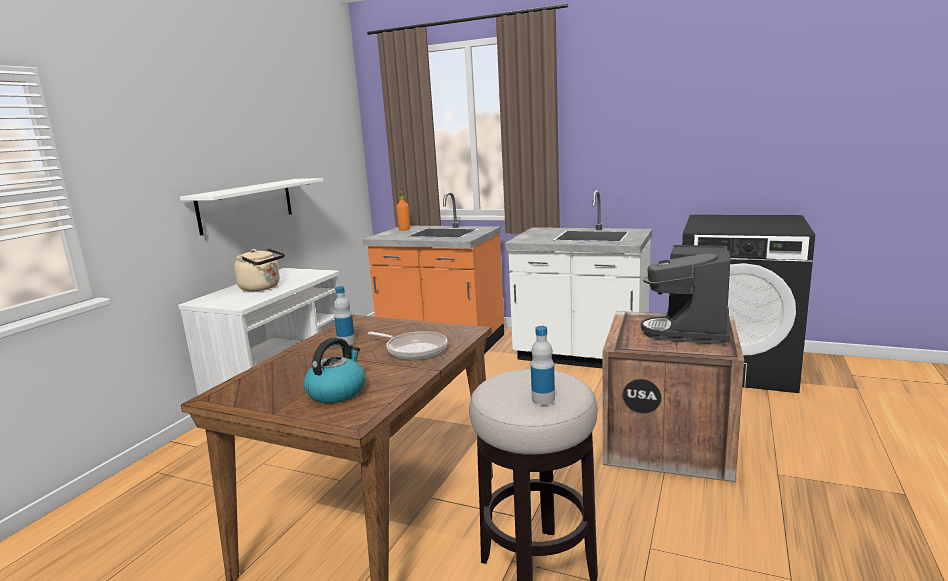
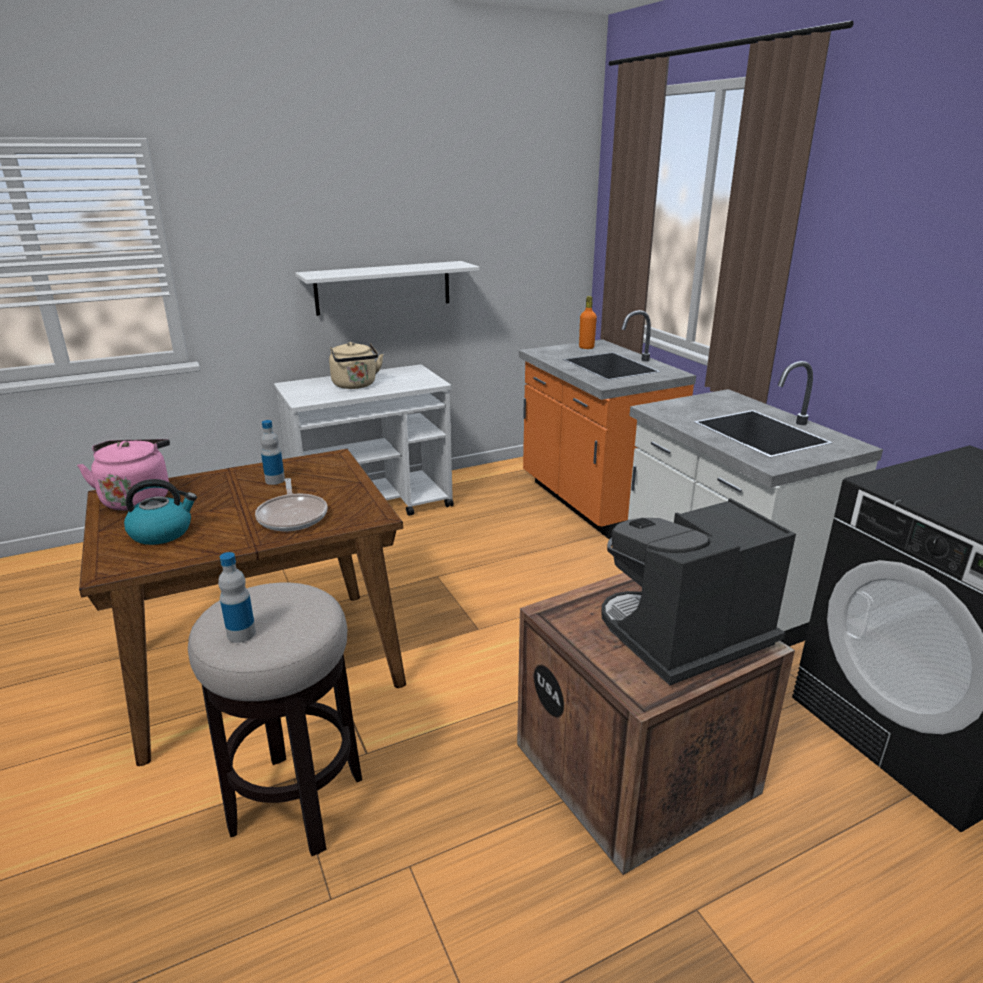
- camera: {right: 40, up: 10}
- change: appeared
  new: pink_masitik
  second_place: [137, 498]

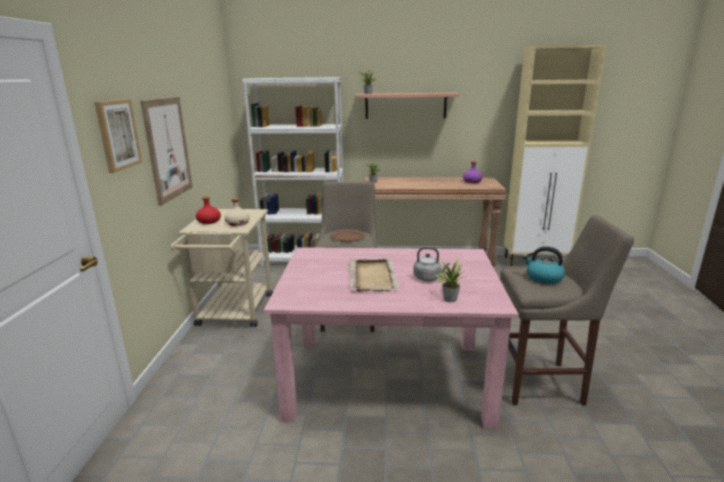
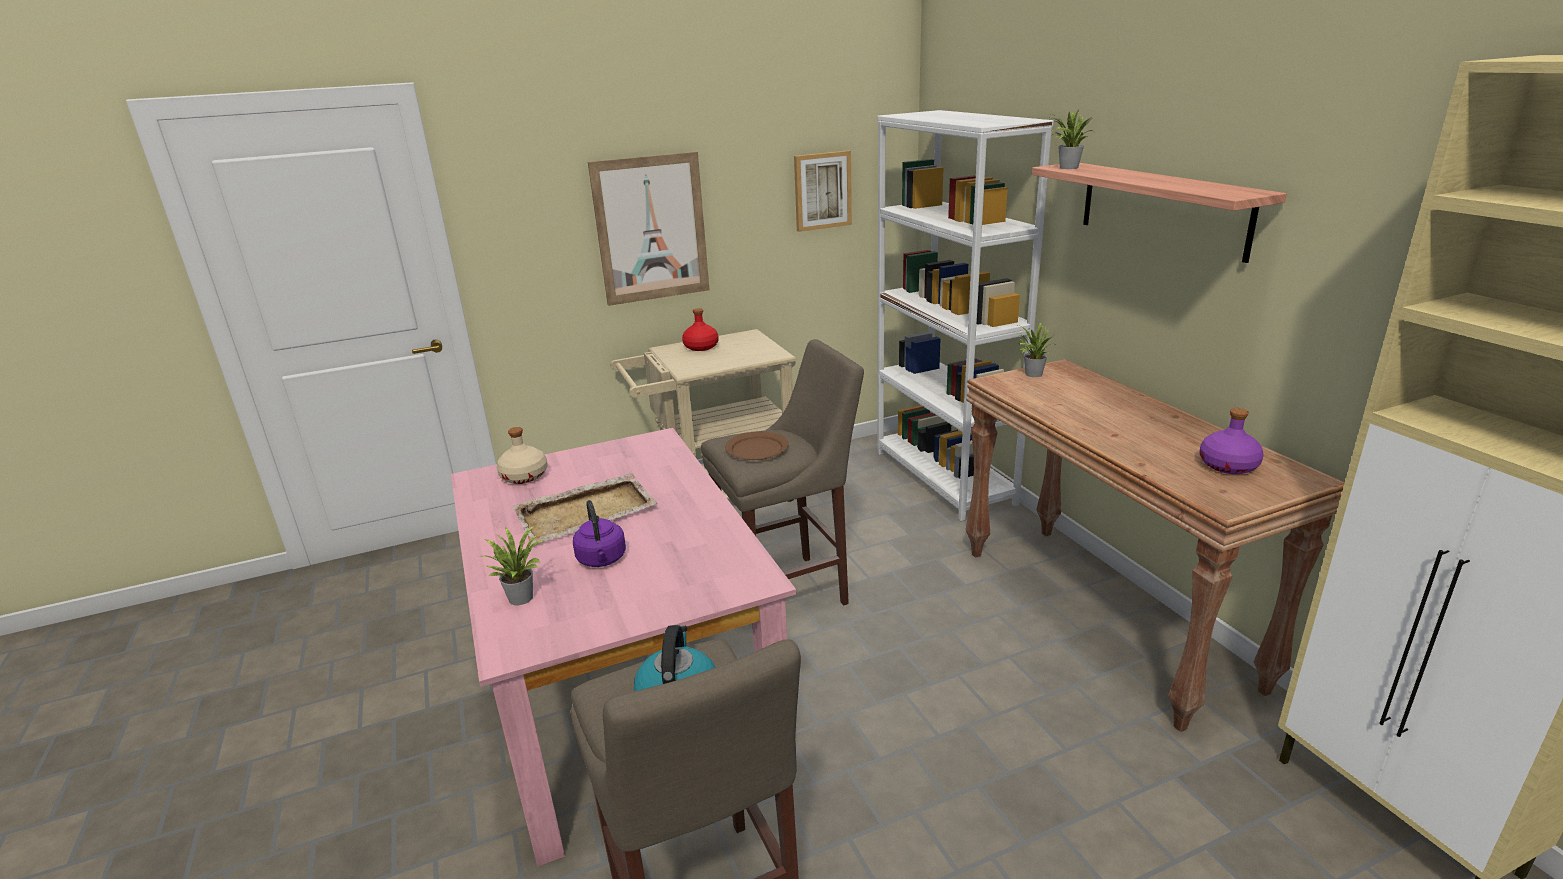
- camera: {right: 65, up: 5}
- change: relocated
  old: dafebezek
  first_place: [117, 134]
  second_place: [822, 190]
- change: relocated
  old: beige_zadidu
  first_place: [238, 223]
  second_place: [524, 476]
- change: colour
  old: grey_masitik
  new: purple_masitik
  first_place: [428, 278]
  second_place: [602, 560]

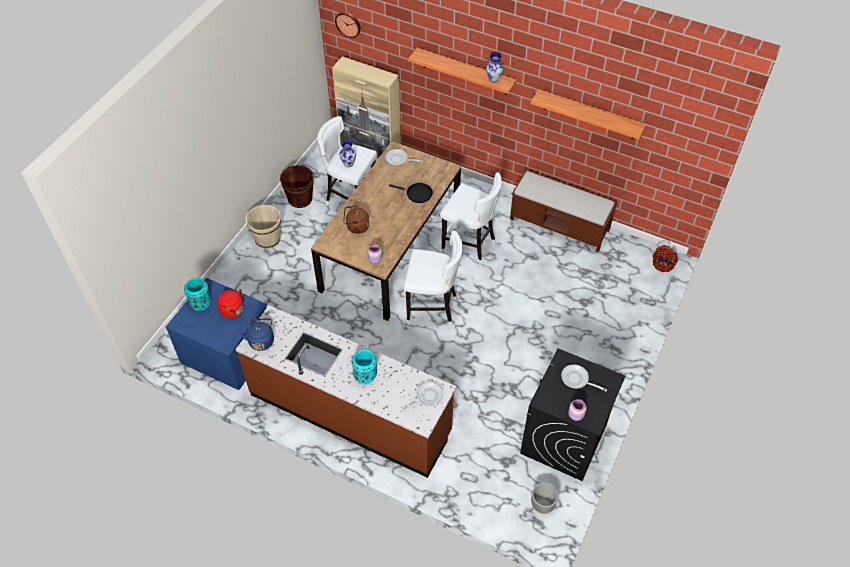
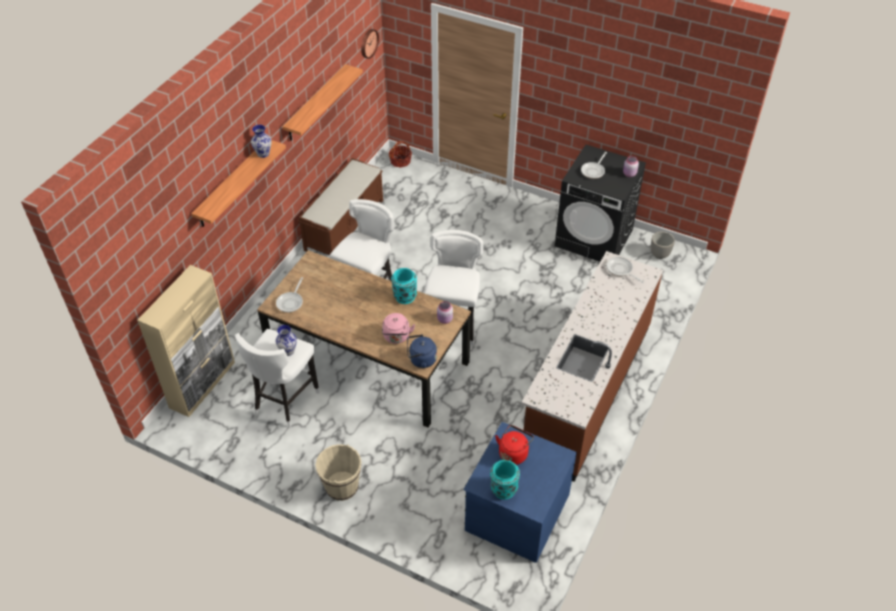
- camera: {right: -90, up: -5}
- change: relocated
  old: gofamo
  first_place: [348, 24]
  second_place: [368, 43]
- change: missing
  old: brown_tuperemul
  first_place: [300, 199]
- change: missing
  old: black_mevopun
  first_place: [417, 194]
- change: colour
  old: brown_masitik
  new: pink_masitik
  first_place: [356, 227]
  second_place: [396, 337]
- change: relocated
  old: blue_masitik
  first_place: [261, 340]
  second_place: [421, 360]
- change: relocated
  old: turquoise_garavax
  first_place: [365, 375]
  second_place: [404, 296]

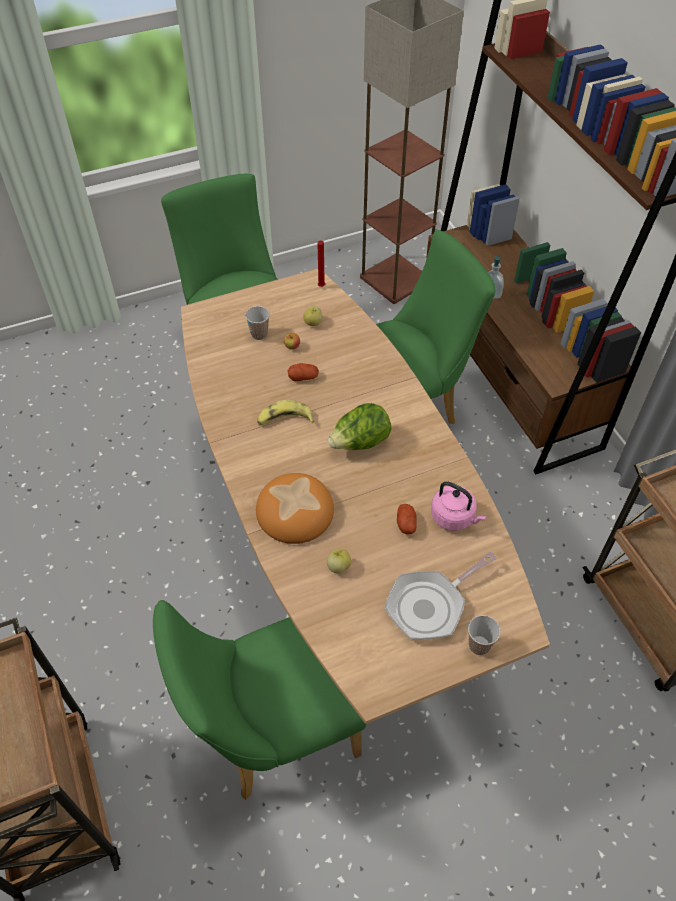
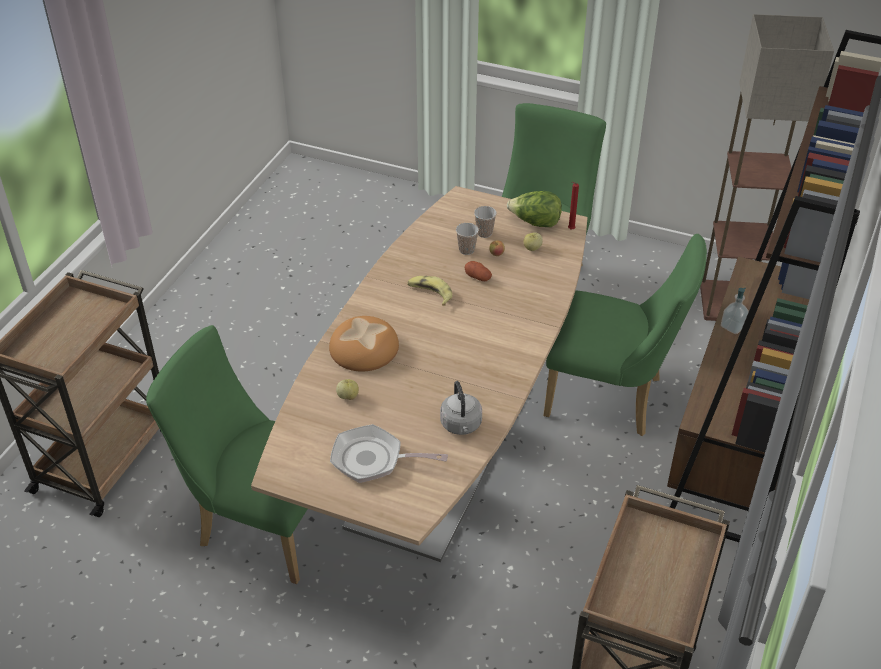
- camera: {right: 45, up: -10}
- change: relocated
  old: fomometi
  first_place: [360, 443]
  second_place: [535, 223]
- change: colour
  old: pink_masitik
  new: grey_masitik
  first_place: [454, 517]
  second_place: [461, 425]
- change: missing
  old: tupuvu
  first_place: [406, 523]
- change: relocated
  old: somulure
  first_place: [479, 645]
  second_place: [466, 250]

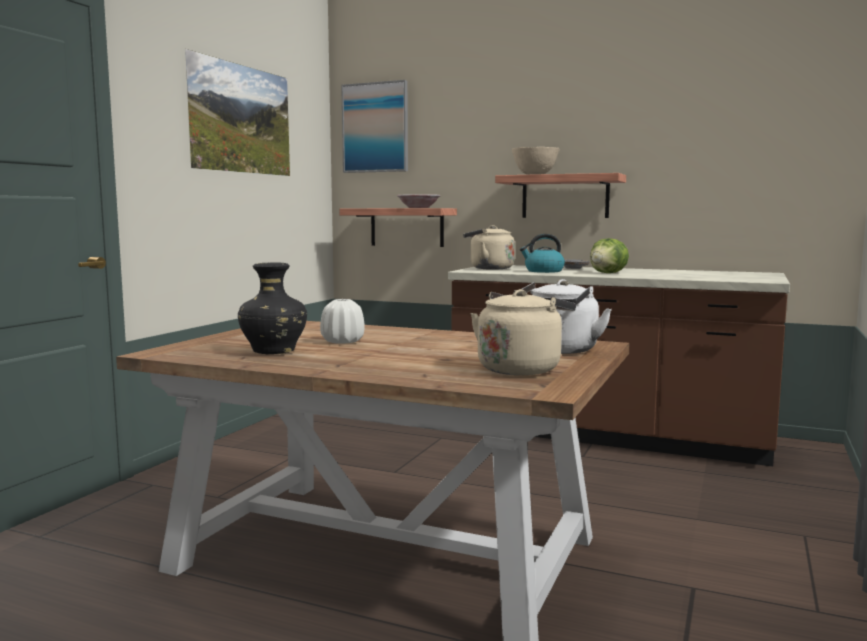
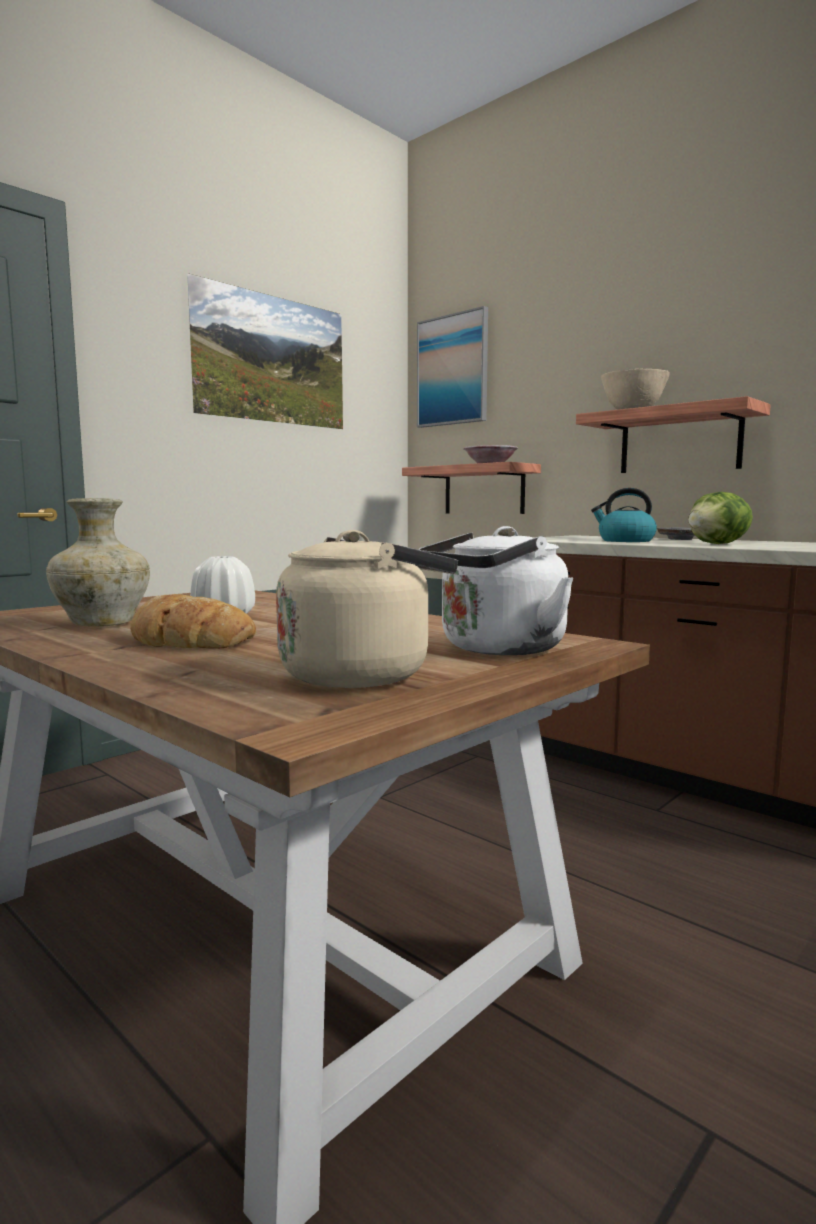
- camera: {right: 20, up: 0}
- change: missing
  old: beige_masitik
  first_place: [488, 268]
- change: colour
  old: black_garavax
  new: beige_garavax
  first_place: [273, 352]
  second_place: [103, 624]
- change: appeared
  new: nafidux
  second_place: [188, 640]

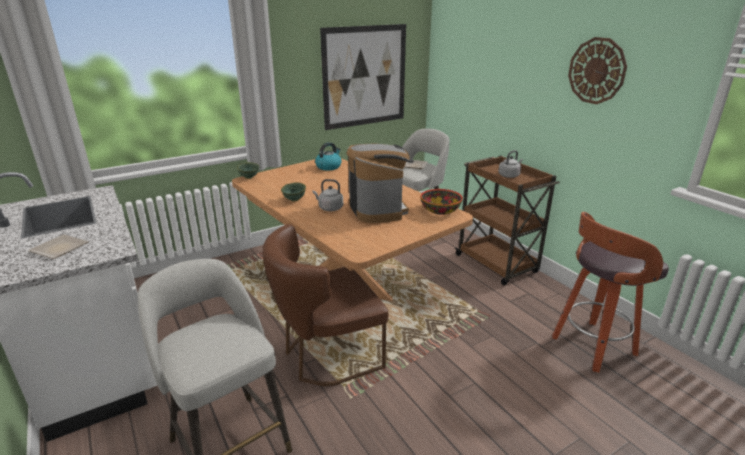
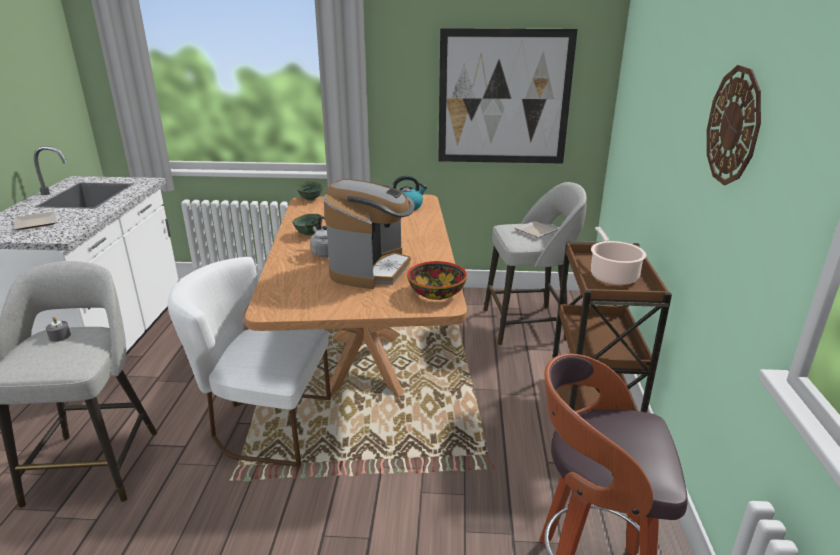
- camera: {right: 35, up: 0}
- change: exchanged
  old: grey_masitik
  new: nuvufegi
  first_place: [509, 175]
  second_place: [612, 275]
- change: colour
  old: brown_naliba
  new: white_naliba
  first_place: [326, 356]
  second_place: [263, 425]
- change: appeared
  new: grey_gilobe
  second_place: [60, 336]

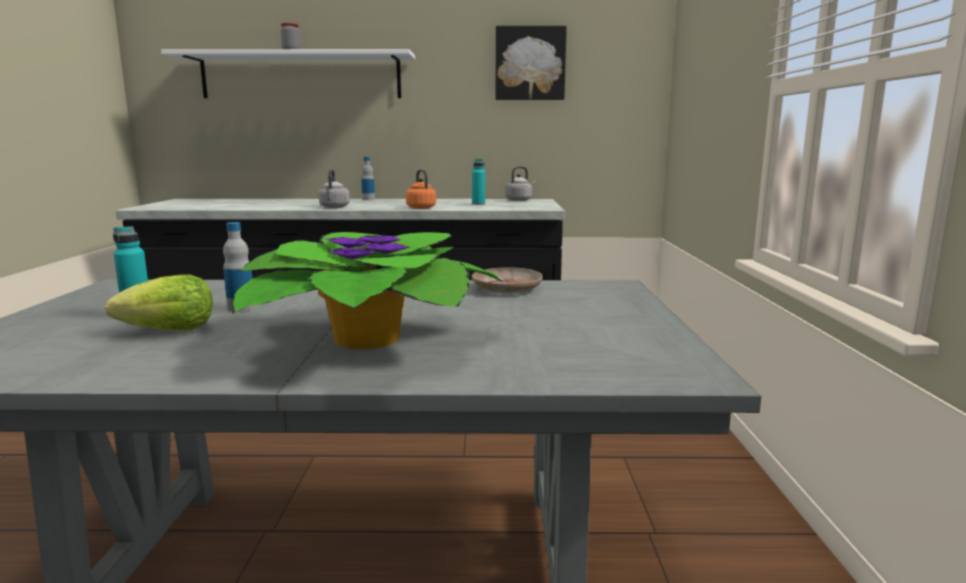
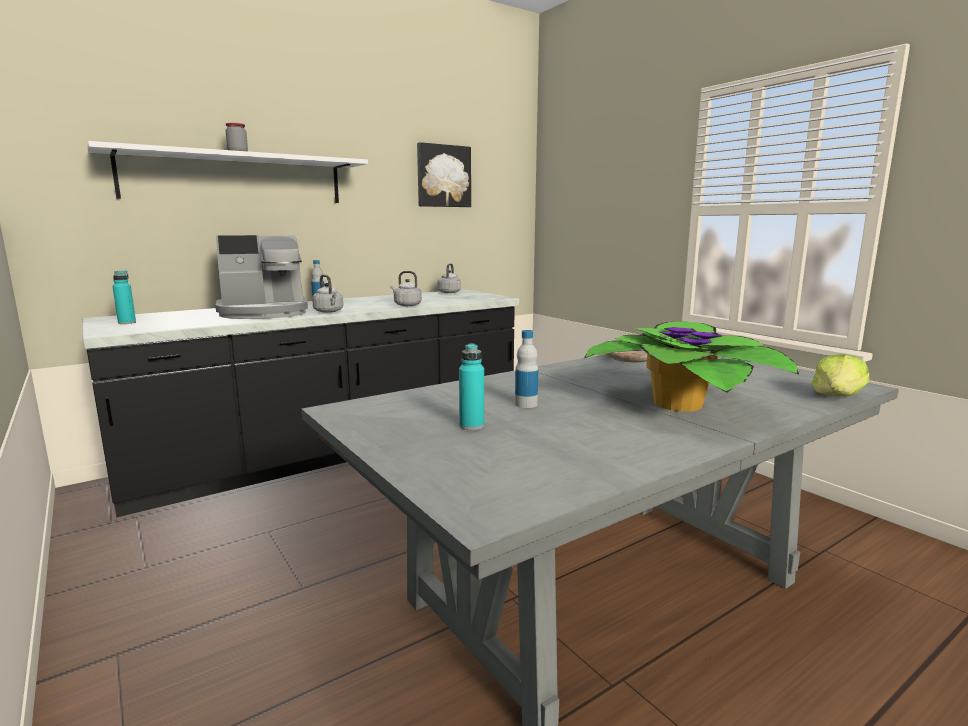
- camera: {right: -35, up: 0}
- change: relocated
  old: turquoise_zadidu
  first_place: [478, 204]
  second_place: [127, 323]
- change: colour
  old: orange_masitik
  new: grey_masitik
  first_place: [420, 207]
  second_place: [406, 305]
- change: relocated
  old: fomometi
  first_place: [170, 330]
  second_place: [837, 397]
- change: appeared
  new: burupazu
  second_place: [264, 313]

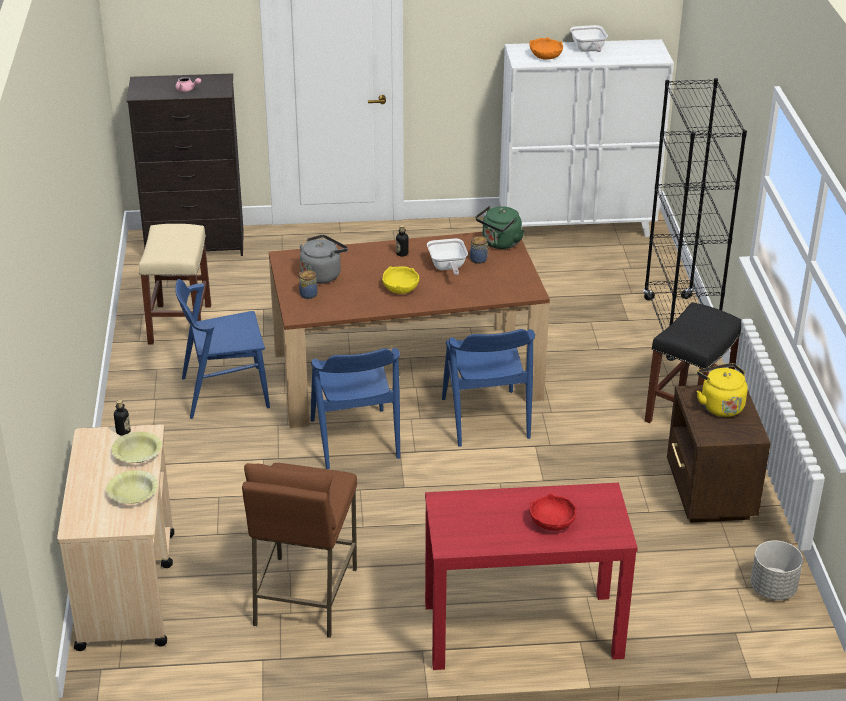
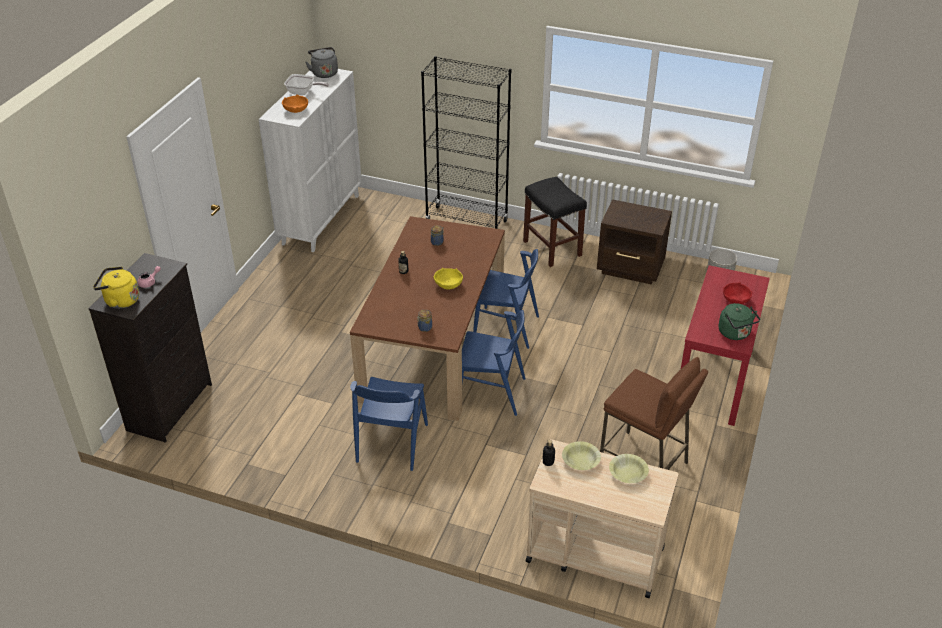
- camera: {right: -65, up: 5}
- change: relocated
  old: green_masitik
  first_place: [500, 243]
  second_place: [735, 333]
- change: missing
  old: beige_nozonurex
  first_place: [179, 324]
- change: relocated
  old: grey_masitik
  first_place: [322, 274]
  second_place: [324, 73]
- change: missing
  old: mevopun
  first_place: [447, 267]
- change: relocated
  old: yellow_masitik
  first_place: [720, 405]
  second_place: [120, 301]

